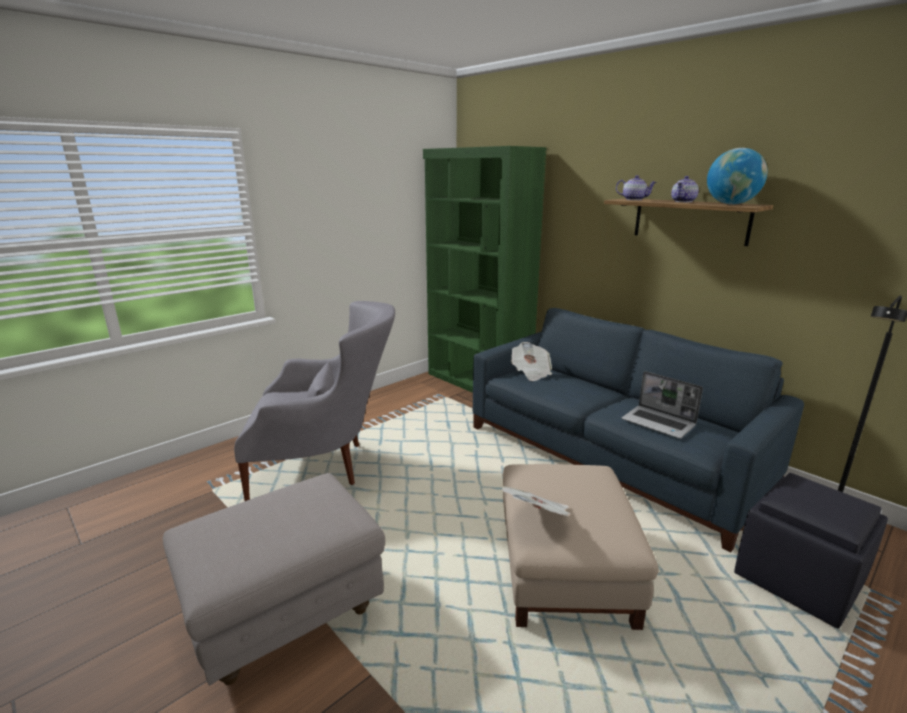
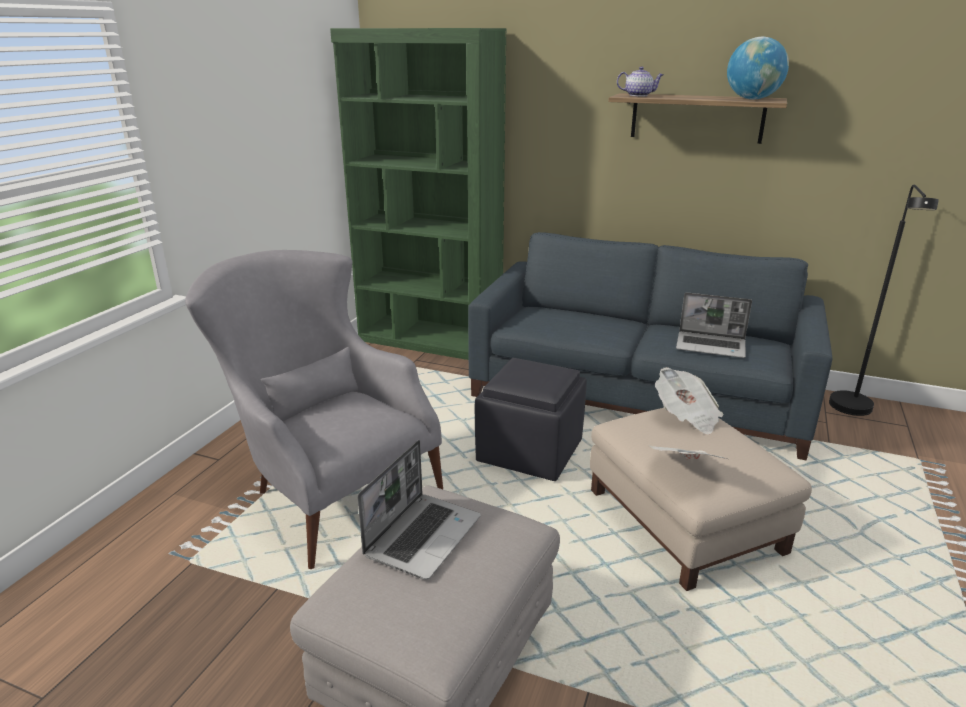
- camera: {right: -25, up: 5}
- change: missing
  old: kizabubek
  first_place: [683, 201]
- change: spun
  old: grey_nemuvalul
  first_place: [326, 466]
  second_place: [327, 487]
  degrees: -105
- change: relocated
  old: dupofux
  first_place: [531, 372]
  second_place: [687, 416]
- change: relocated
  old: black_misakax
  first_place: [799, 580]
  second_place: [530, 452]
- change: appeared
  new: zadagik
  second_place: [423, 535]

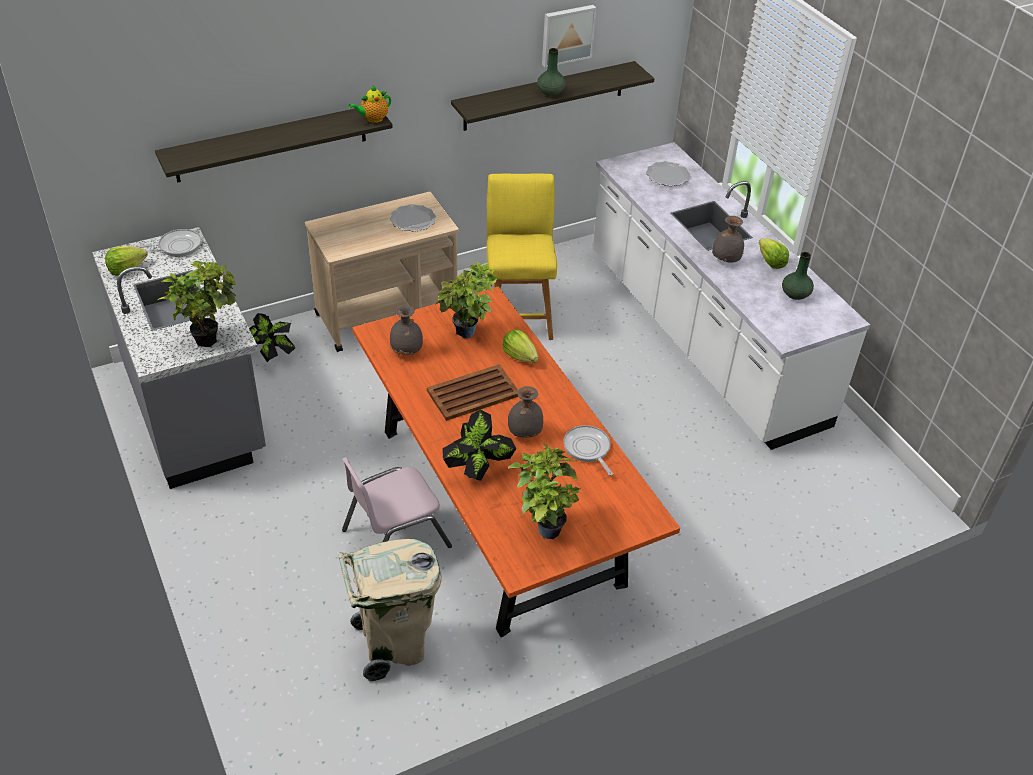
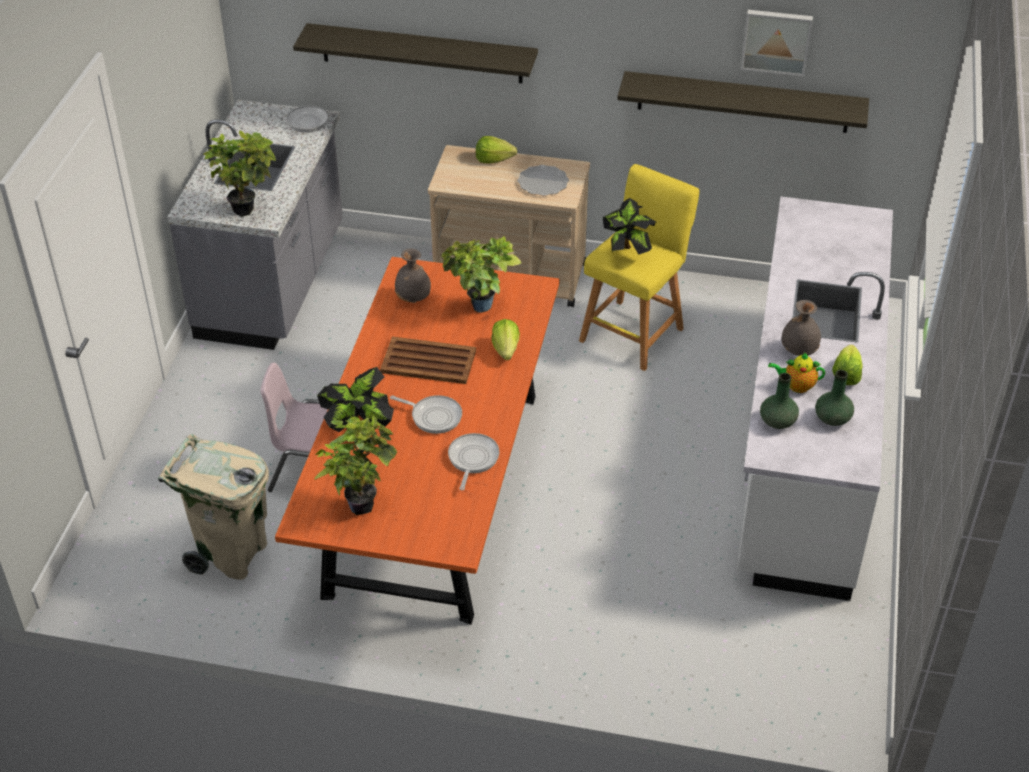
- camera: {right: 40, up: 0}
- change: relocated
  old: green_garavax
  first_place: [551, 92]
  second_place: [778, 421]
- change: relocated
  old: kizabubek
  first_place: [373, 119]
  second_place: [796, 386]
- change: missing
  old: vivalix
  first_place: [667, 176]
- change: relocated
  old: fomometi
  first_place: [126, 269]
  second_place: [493, 160]
- change: relocated
  old: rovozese
  first_place: [271, 356]
  second_place: [627, 252]
- change: exchanged
  old: grey_garavax
  new: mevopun
  first_place: [524, 432]
  second_place: [433, 416]

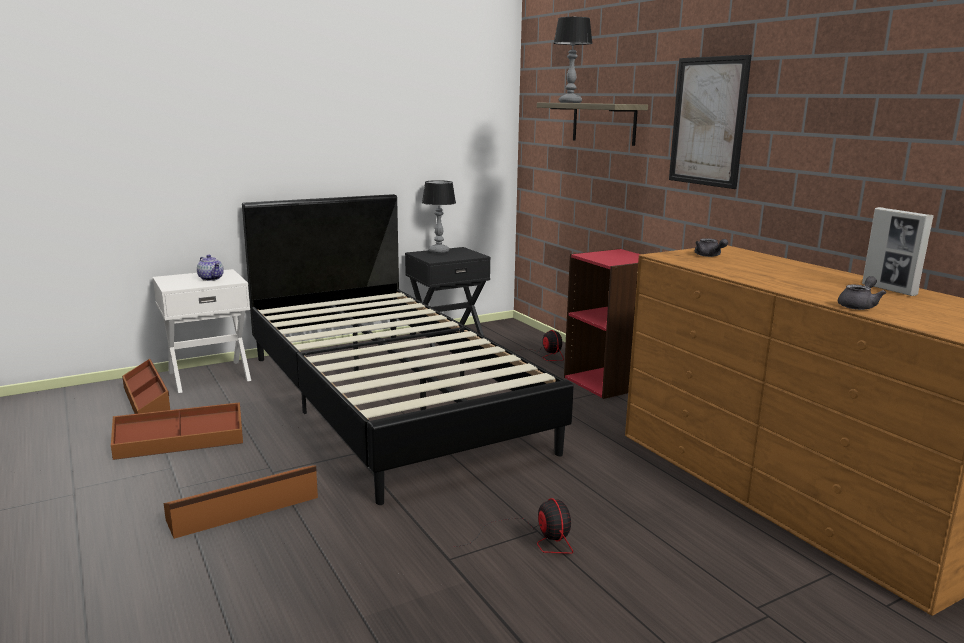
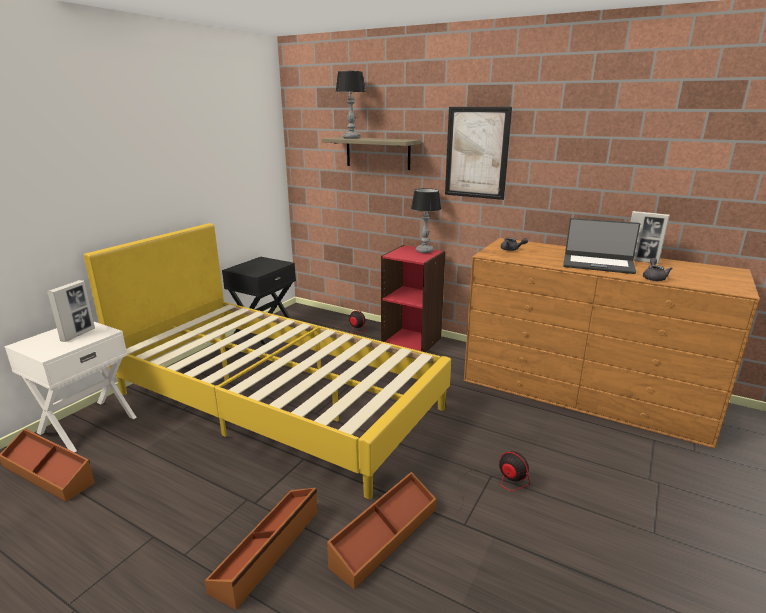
- camera: {right: -30, up: 5}
- change: relocated
  old: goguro
  first_place: [438, 251]
  second_place: [424, 251]
- change: colour
  old: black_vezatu
  new: yellow_vezatu
  first_place: [388, 399]
  second_place: [277, 400]
- change: exchanged
  old: kizabubek
  new: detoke
  first_place: [211, 279]
  second_place: [78, 334]
- change: relocated
  old: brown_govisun
  first_place: [180, 443]
  second_place: [384, 536]
- change: appeared
  new: zadagik
  second_place: [598, 264]

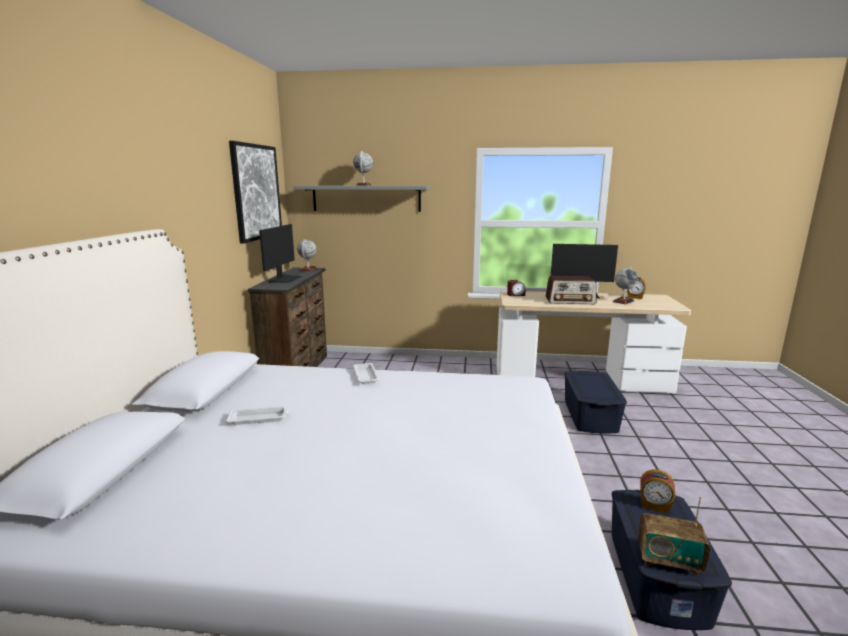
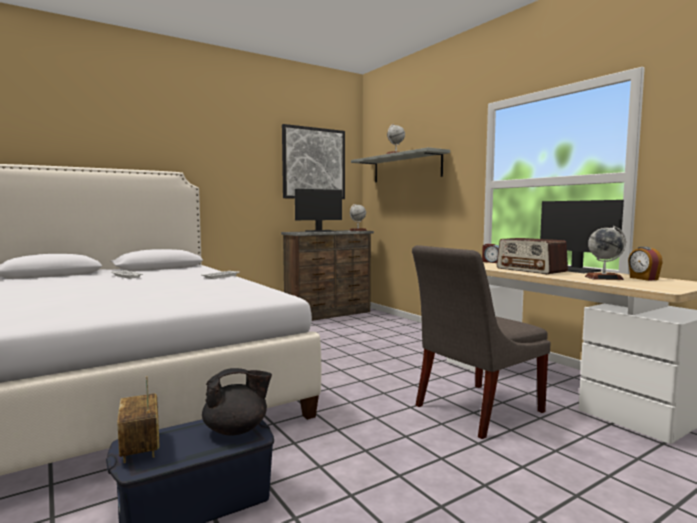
- camera: {right: 50, up: -10}
- change: exchanged
  old: blue_govisun
  new: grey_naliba
  first_place: [589, 415]
  second_place: [474, 410]
- change: exchanged
  old: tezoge
  new: black_kizabubek
  first_place: [654, 506]
  second_place: [237, 430]

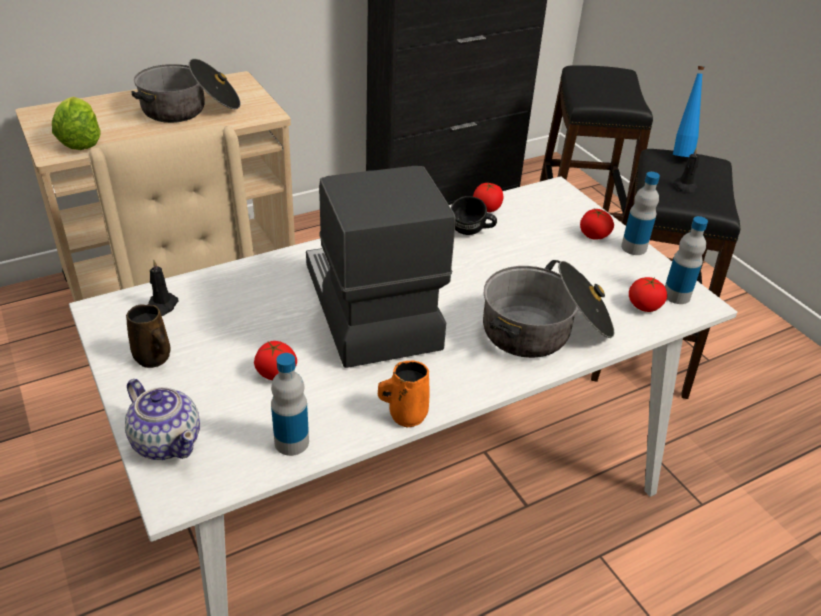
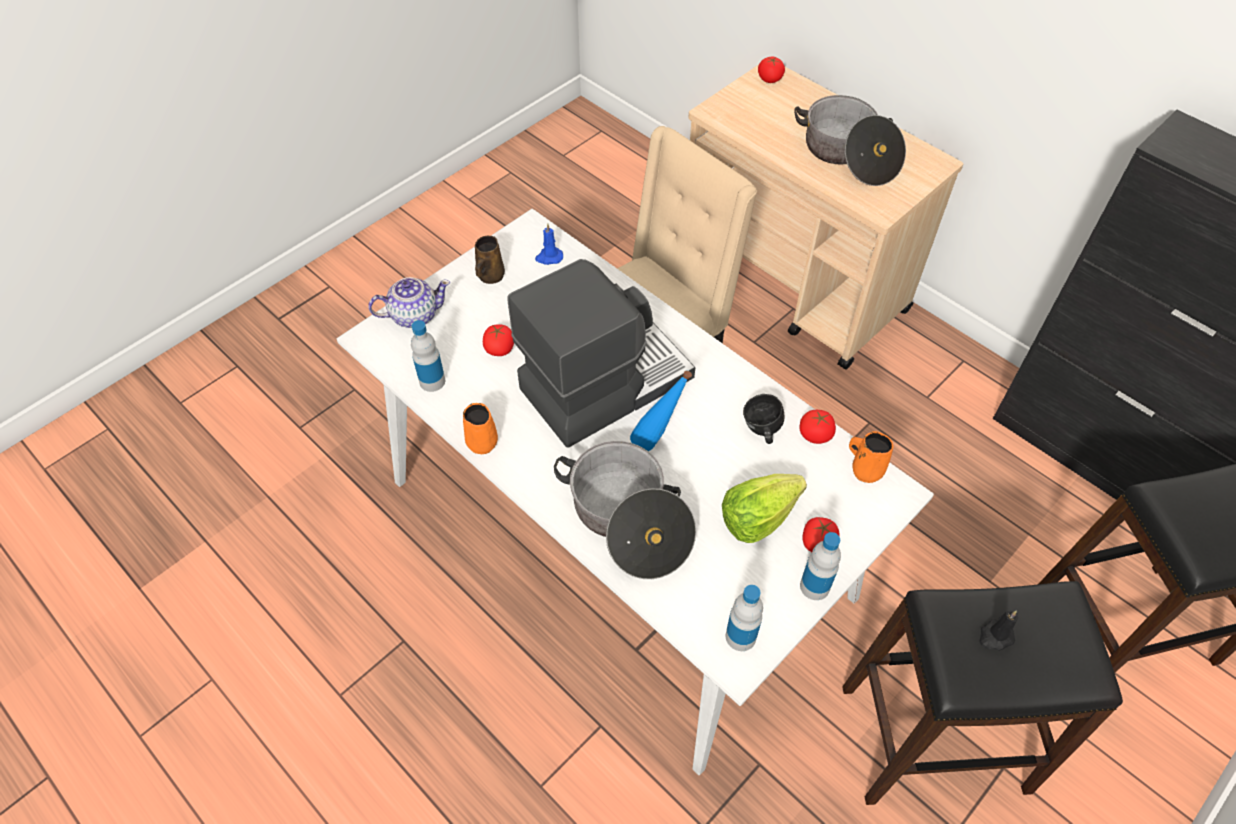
- camera: {right: 75, up: 15}
- change: relocated
  old: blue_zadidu
  first_place: [681, 153]
  second_place: [657, 441]
- change: relocated
  old: fomometi
  first_place: [80, 141]
  second_place: [758, 517]
- change: colour
  old: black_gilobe
  new: blue_gilobe
  first_place: [162, 306]
  second_place: [549, 257]
- change: relocated
  old: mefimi
  first_place: [644, 306]
  second_place: [769, 79]
- change: spun
  old: kizabubek
  first_place: [167, 441]
  second_place: [414, 315]
  degrees: -135
- change: appeared
  new: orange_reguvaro
  second_place: [865, 469]

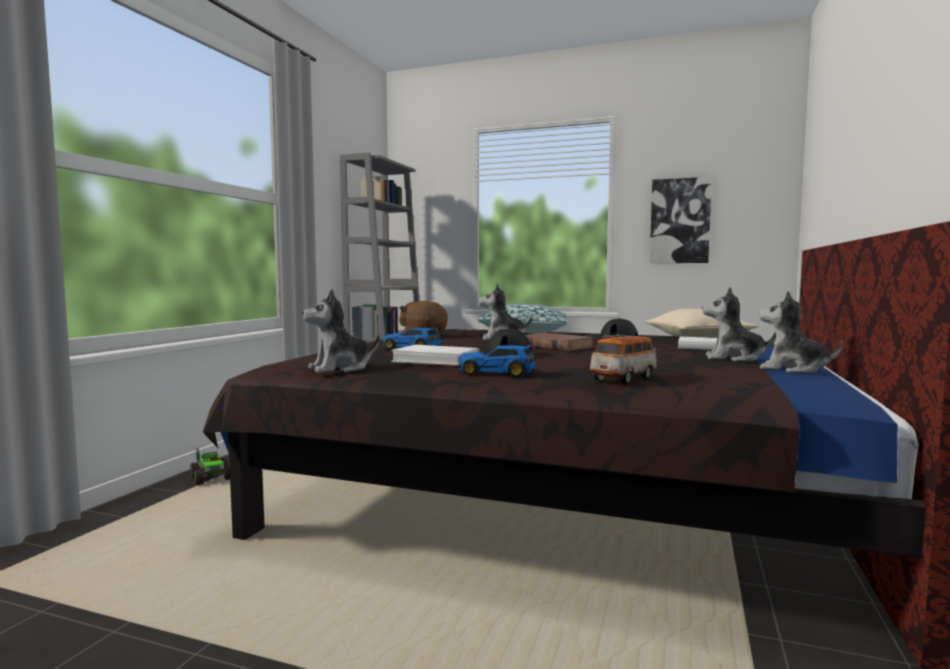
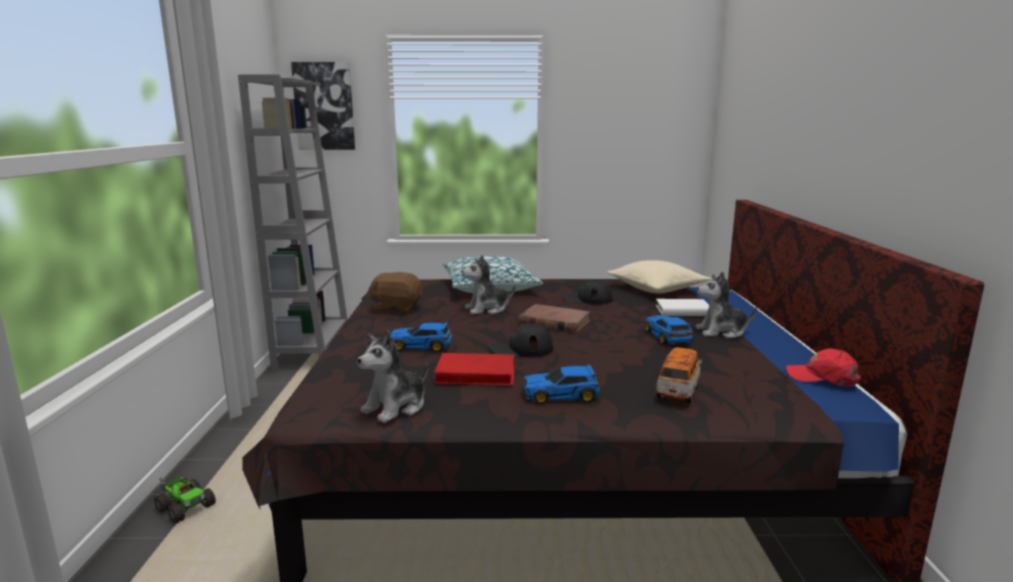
- camera: {right: -20, up: 10}
- change: relocated
  old: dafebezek
  first_place: [680, 221]
  second_place: [324, 106]
- change: missing
  old: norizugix
  first_place: [793, 369]
- change: colour
  old: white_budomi
  new: red_budomi
  first_place: [436, 361]
  second_place: [476, 374]
- change: appeared
  new: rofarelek
  second_place: [667, 337]
- change: appeared
  new: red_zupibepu
  second_place: [822, 377]

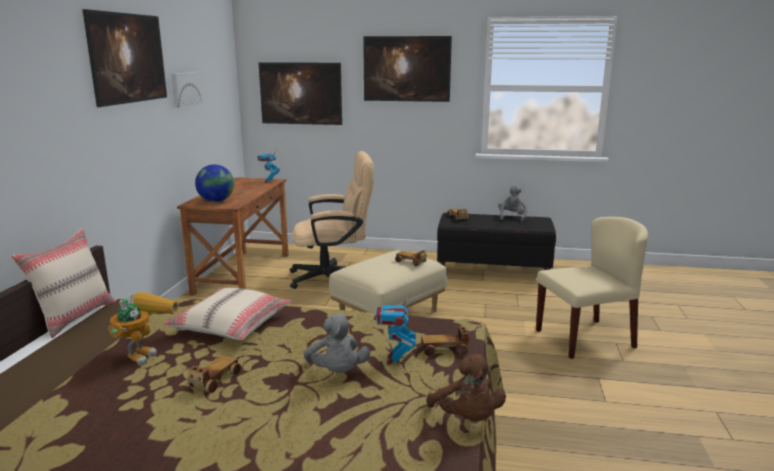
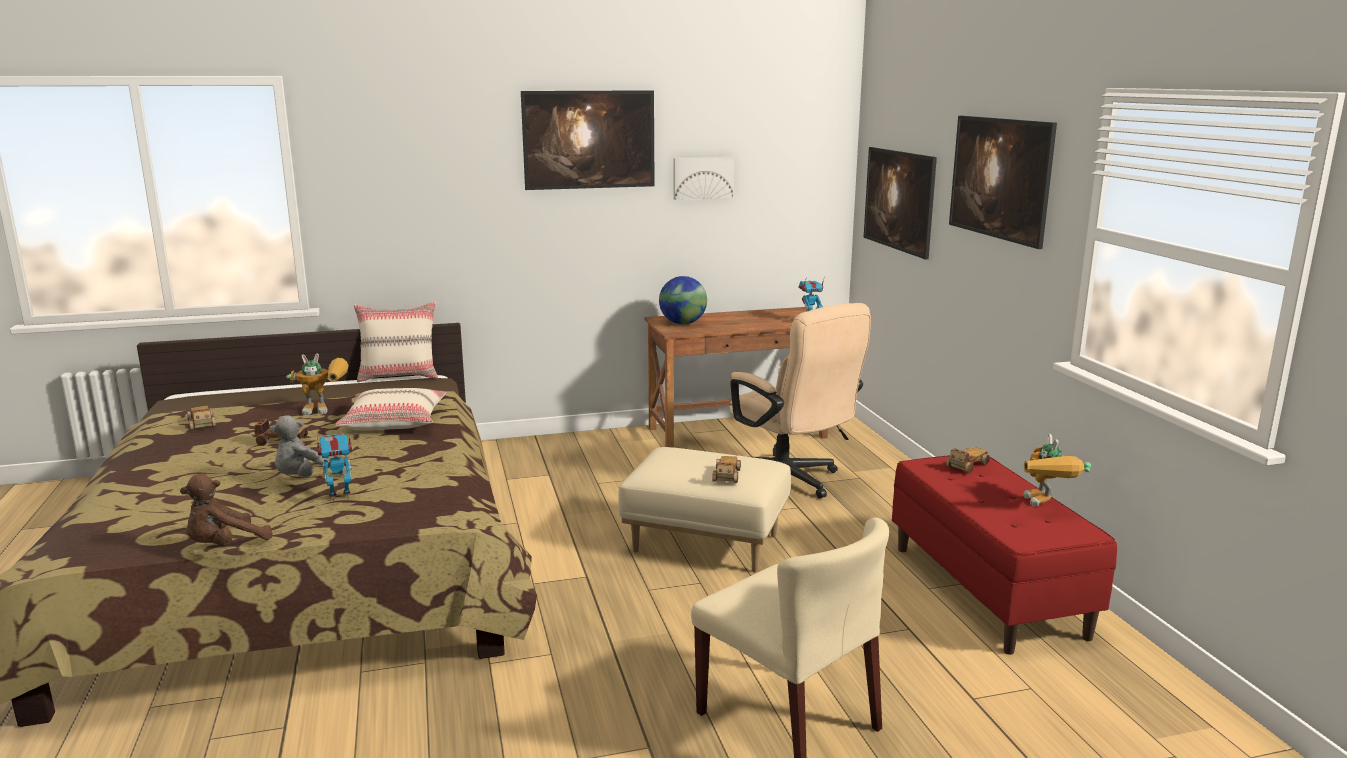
- camera: {right: 65, up: 0}
- change: exchanged
  old: grey_norizugix
  new: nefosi
  first_place: [512, 217]
  second_place: [1047, 505]
- change: colour
  old: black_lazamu
  new: red_lazamu
  first_place: [493, 271]
  second_place: [988, 590]
- change: relocated
  old: rofarelek
  first_place: [445, 350]
  second_place: [202, 424]

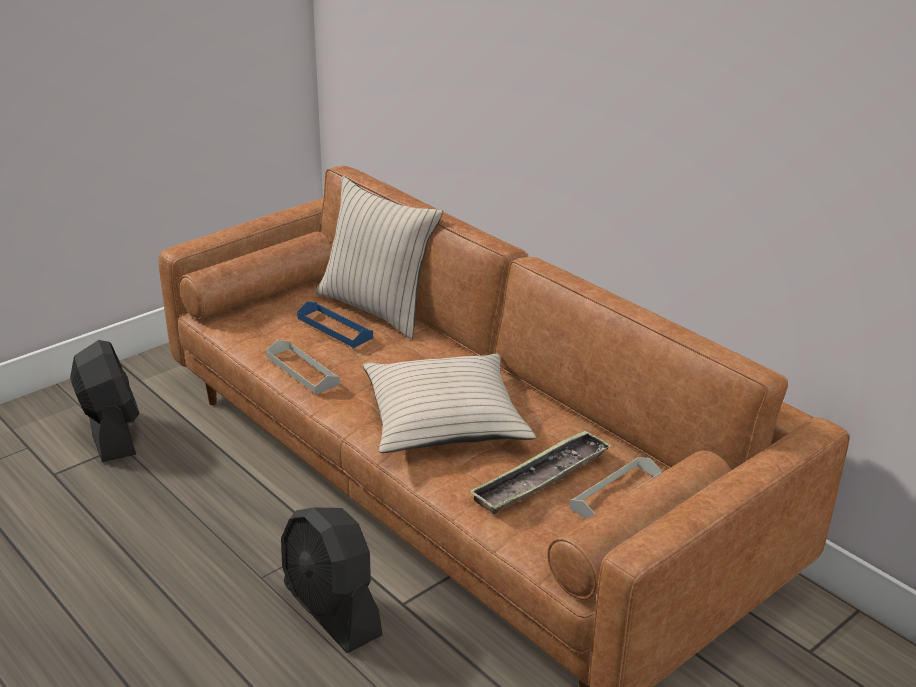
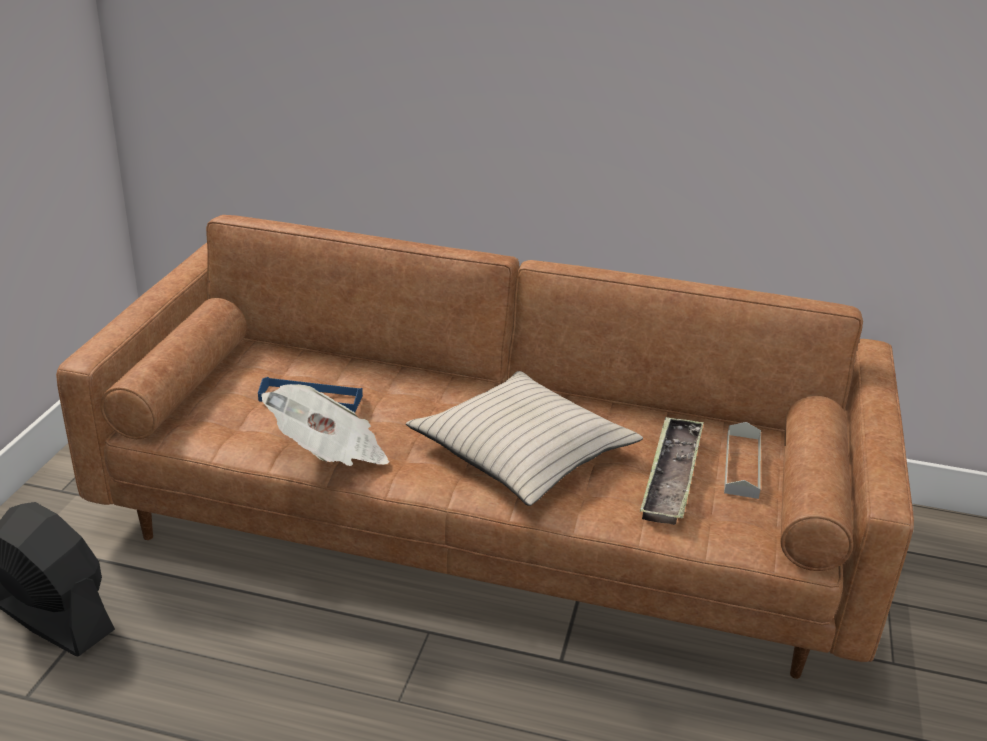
- camera: {right: -35, up: 0}
- change: missing
  old: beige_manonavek
  first_place: [377, 308]
- change: exchanged
  old: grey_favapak
  new: dupofux
  first_place: [302, 370]
  second_place: [329, 454]
- change: missing
  old: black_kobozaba
  first_place: [332, 610]

